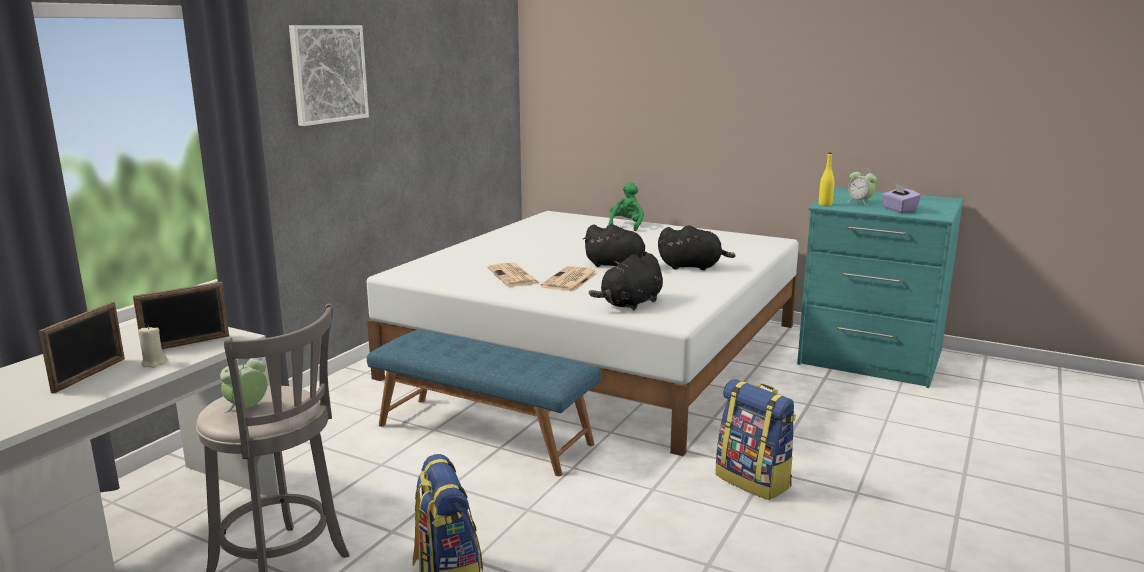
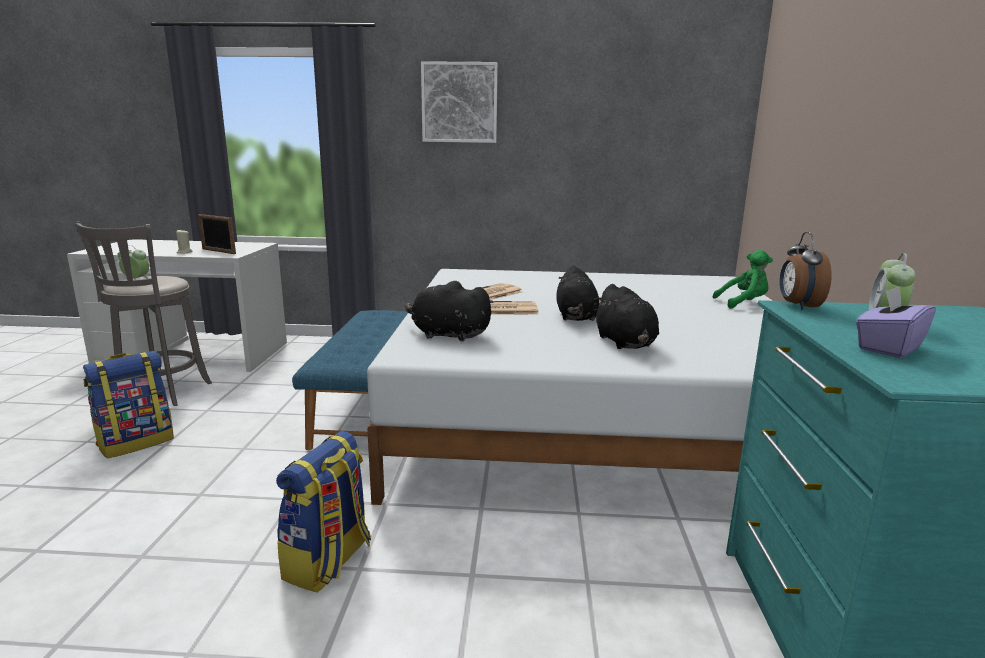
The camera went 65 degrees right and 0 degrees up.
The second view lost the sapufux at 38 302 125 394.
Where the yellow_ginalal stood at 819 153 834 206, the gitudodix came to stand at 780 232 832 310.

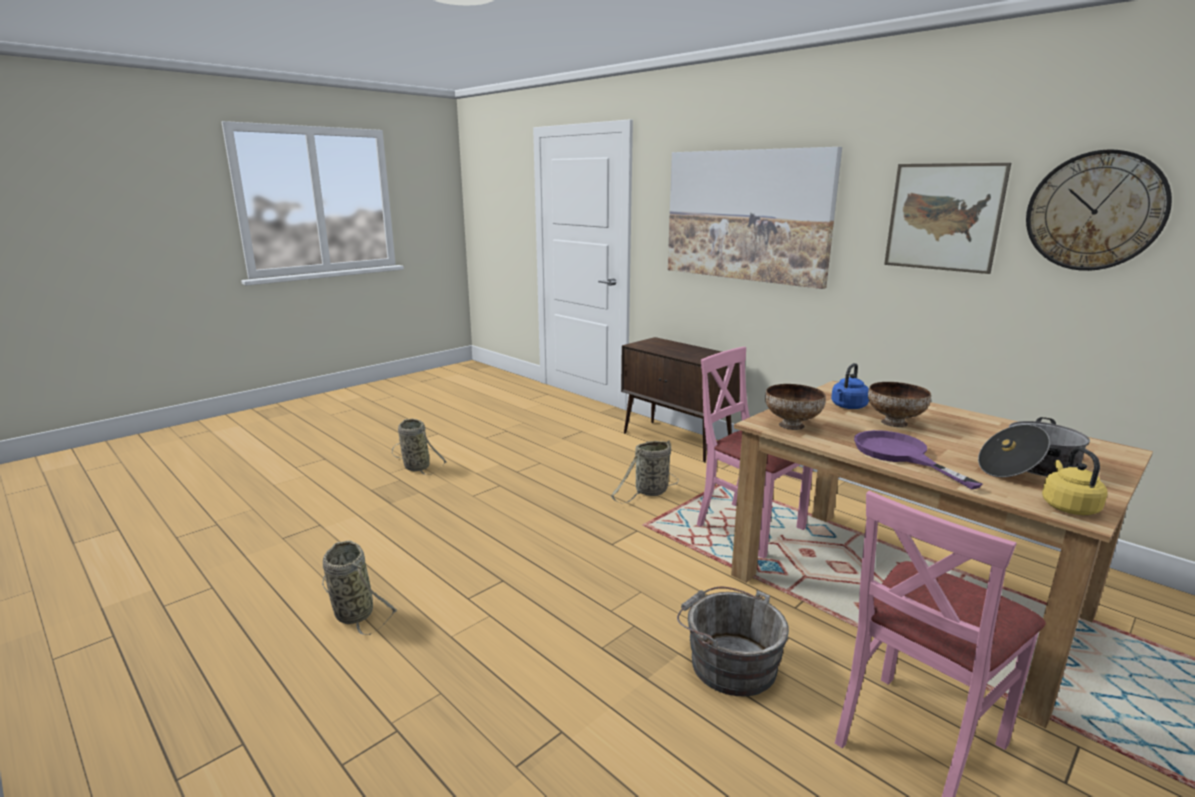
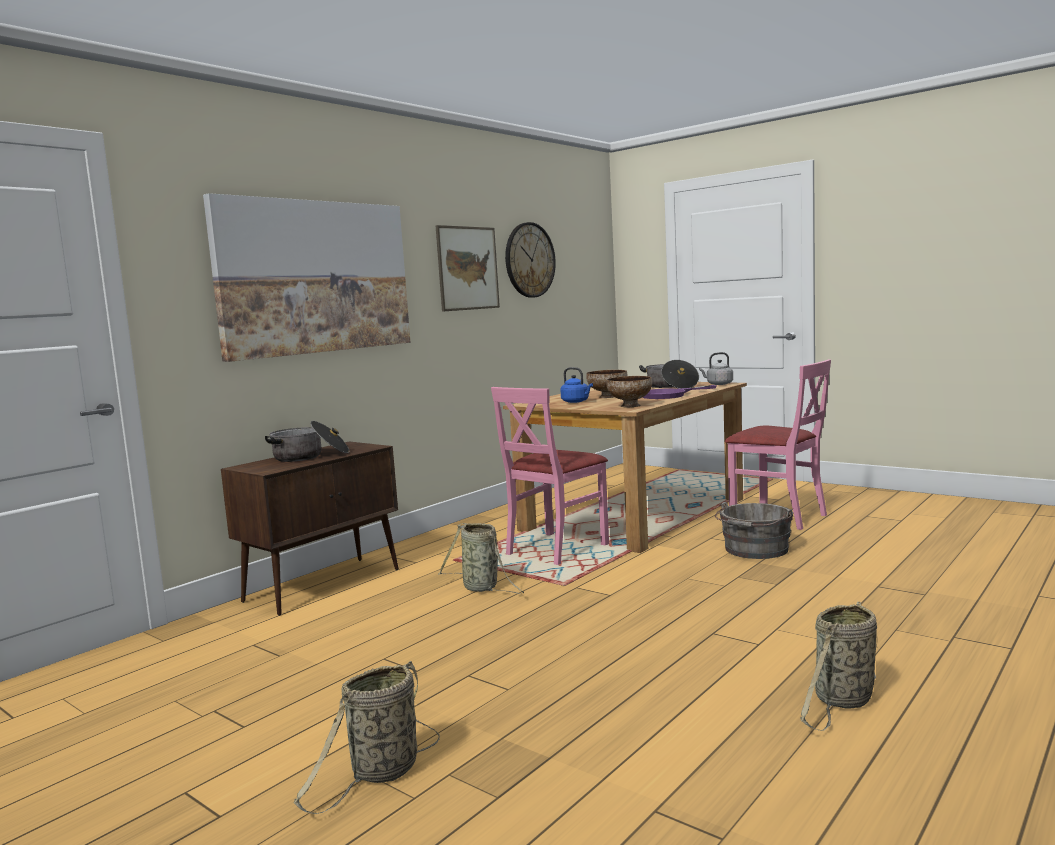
The camera went 95 degrees left and 10 degrees down.
The second view gained the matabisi at 265 421 349 462.
What was the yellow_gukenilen at 1042 447 1108 515 turned into the grey_gukenilen at 699 352 733 385.

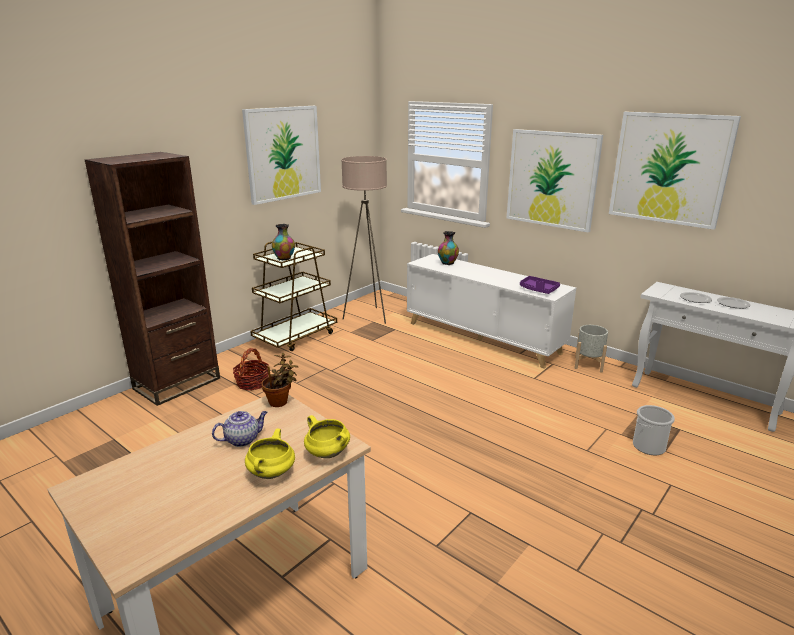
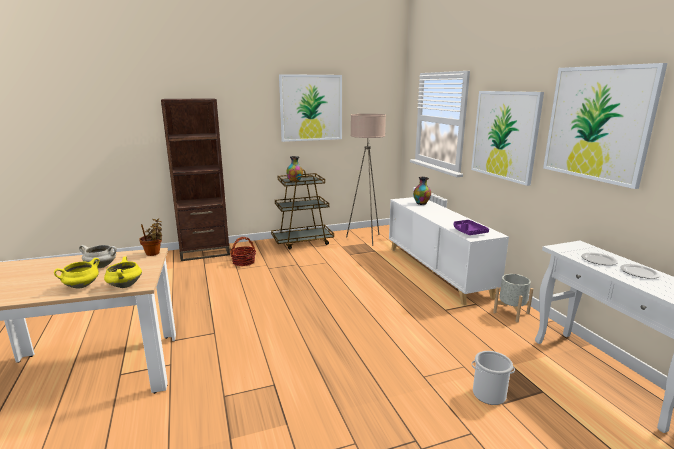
The camera went 30 degrees right and 5 degrees down.
Where the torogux stood at 212 411 268 447, the white_matabisi came to stand at 79 245 117 268.

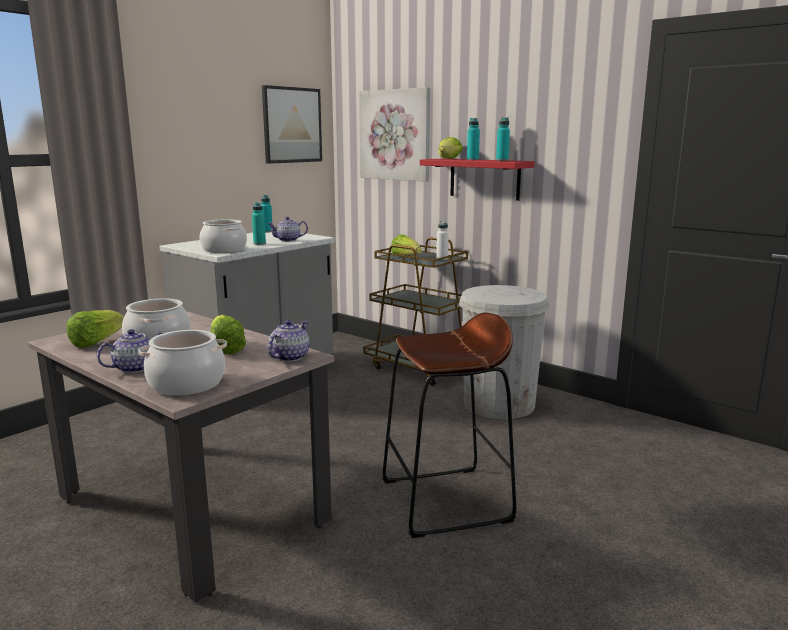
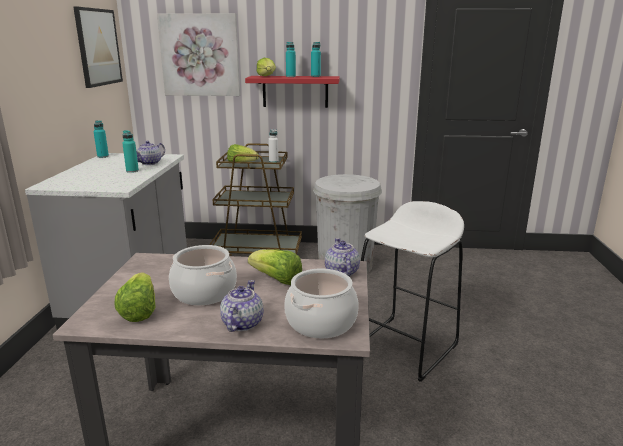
The camera went 35 degrees left and 5 degrees up.
The second view lost the matabisi at 200 220 247 253.
What was the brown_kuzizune at 382 312 516 538 turned into the white_kuzizune at 361 201 464 382.

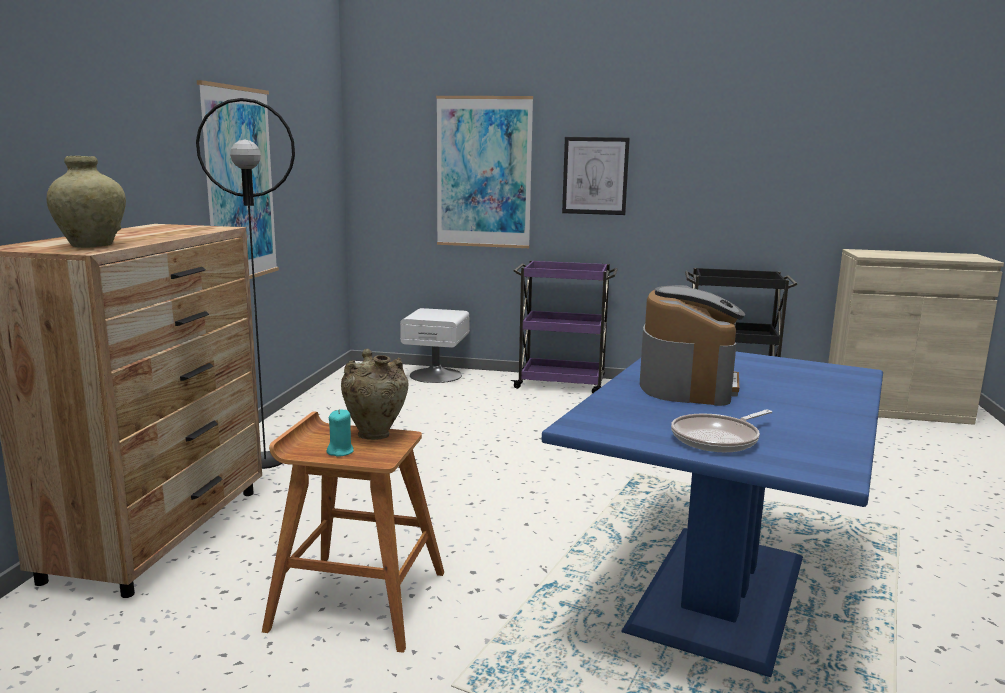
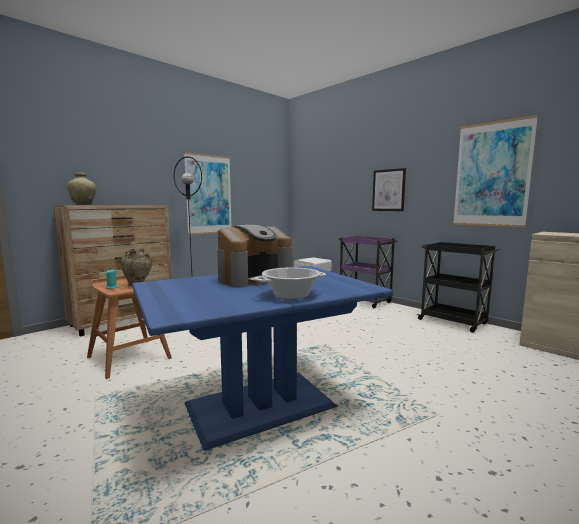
The camera went 35 degrees right and 5 degrees down.
The second view lost the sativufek at 671 410 772 452.
The second view gained the matabisi at 254 267 326 299.
The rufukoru ended up elsewhere, having gone from 436 96 533 248 to 453 115 538 227.

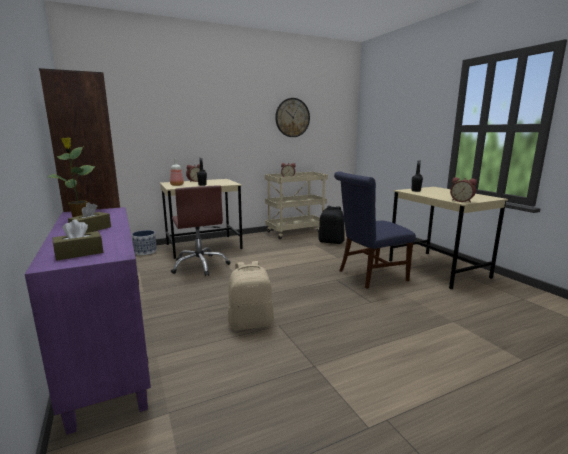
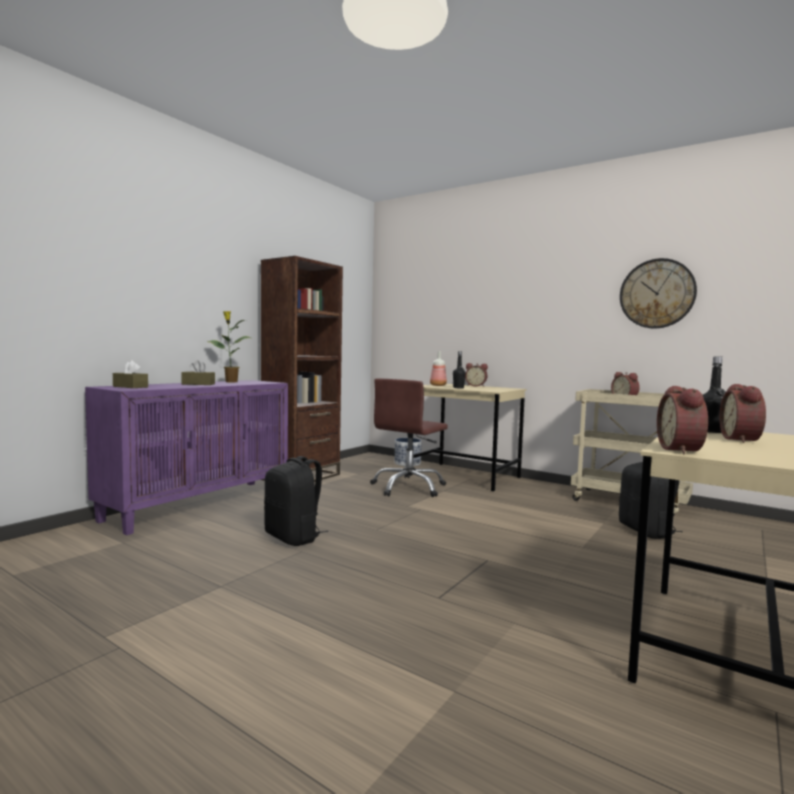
The camera went 60 degrees right and 10 degrees down.
The second view lost the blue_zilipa at 334 171 416 289.
The second view gained the gitudodix at 719 384 766 443.
What was the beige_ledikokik at 228 261 274 330 turned into the black_ledikokik at 264 456 328 546.

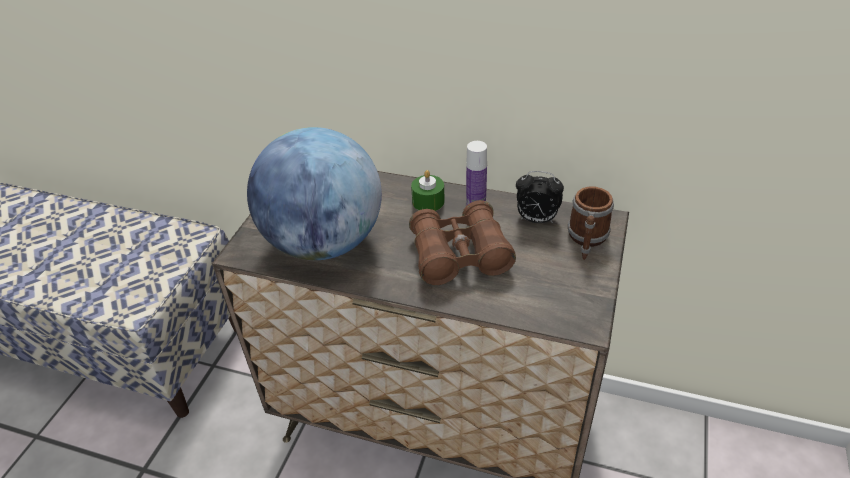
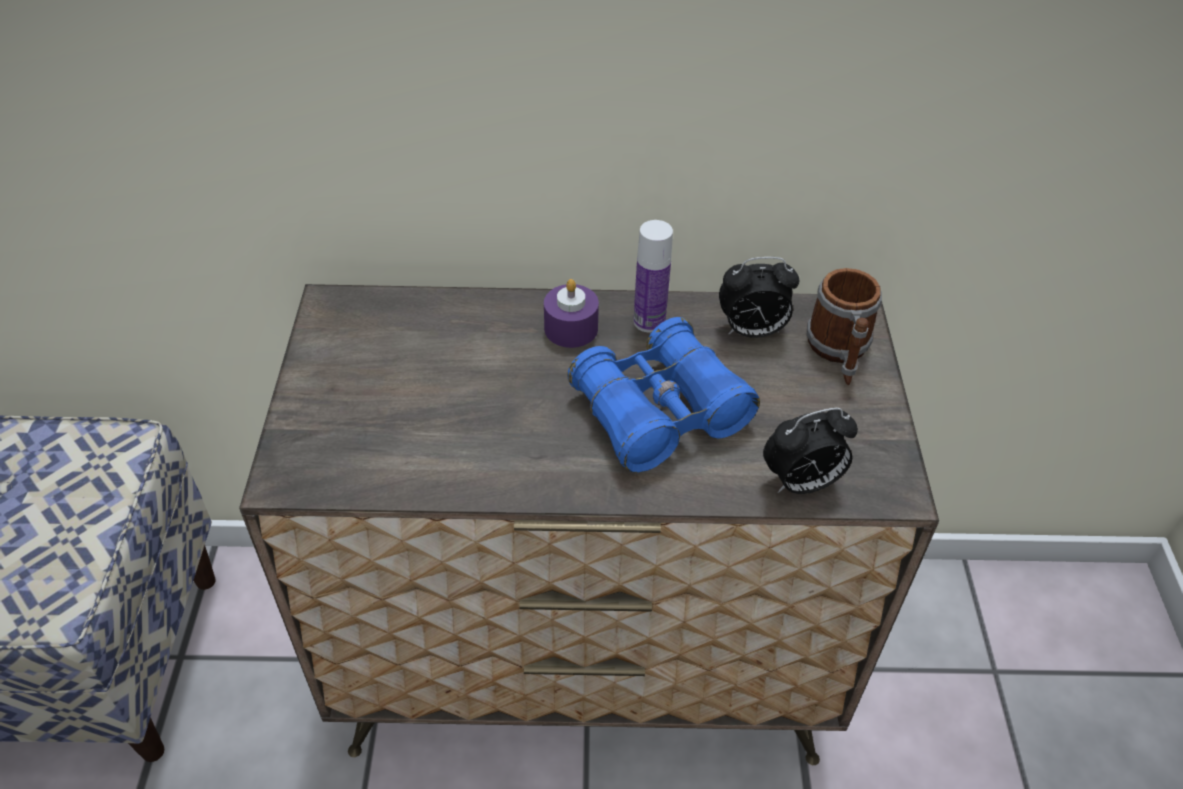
The camera went 20 degrees left and 5 degrees up.
The second view lost the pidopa at 247 127 382 260.
The second view gained the gitudodix at 763 408 858 494.
What was the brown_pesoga at 409 200 516 285 turned into the blue_pesoga at 567 317 760 473.
What was the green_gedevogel at 411 170 445 211 turned into the purple_gedevogel at 544 279 599 348.

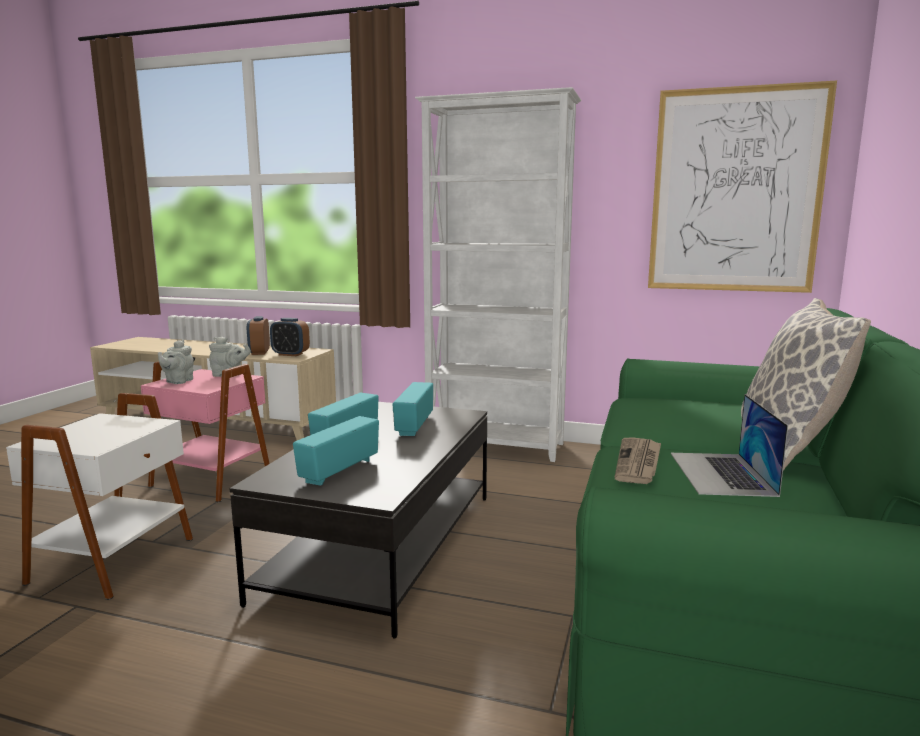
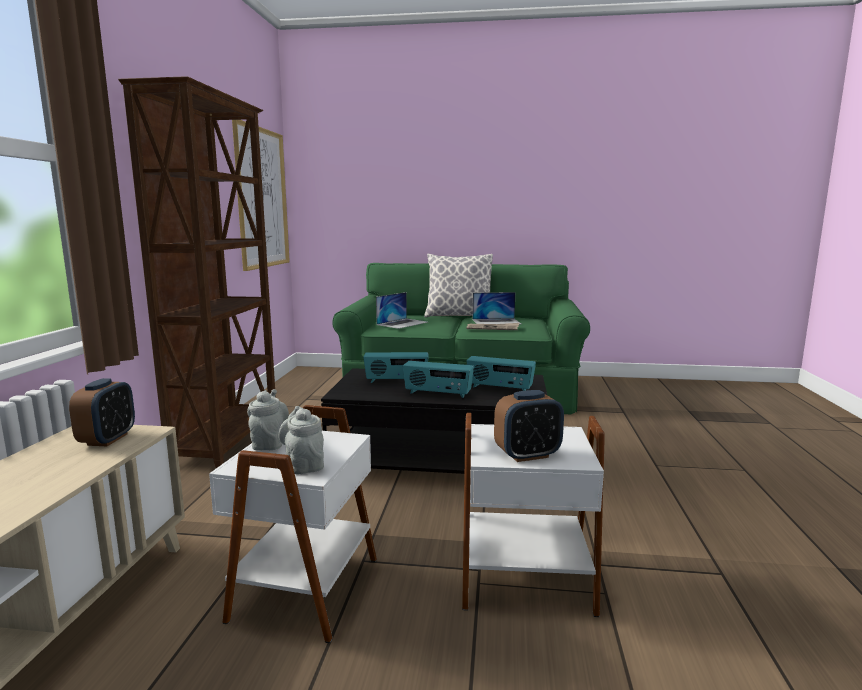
The camera went 100 degrees left and 0 degrees up.
The second view gained the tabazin at 376 292 427 329.
The gitudodix ended up elsewhere, having gone from 247 316 270 355 to 494 390 564 462.
What was the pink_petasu at 141 361 270 503 turned into the white_petasu at 209 405 377 643.
What was the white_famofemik at 415 87 581 462 turned into the brown_famofemik at 118 76 276 468.
The grey_torogux at 157 340 194 384 ended up facing another way, 120 degrees counterclockwise from before.

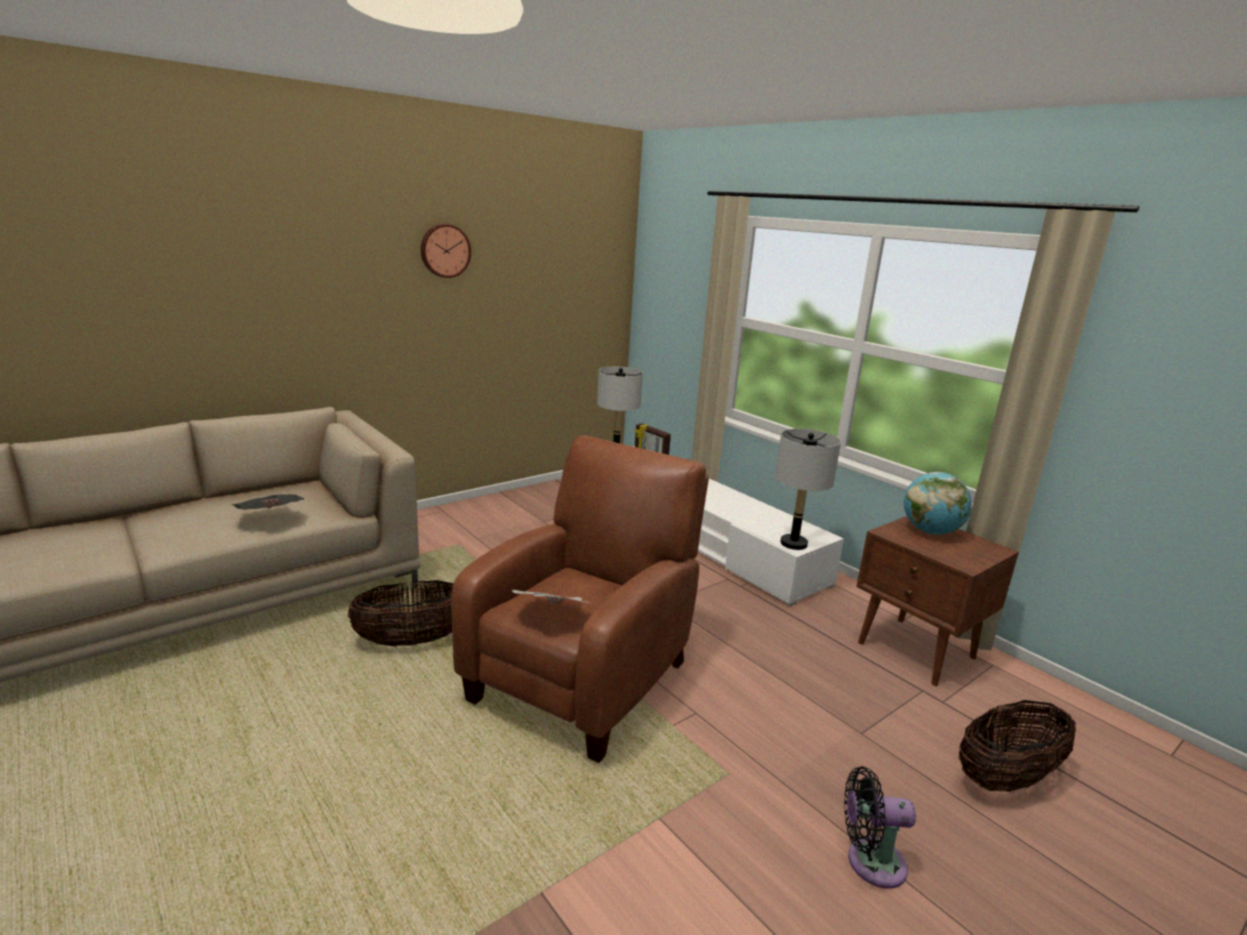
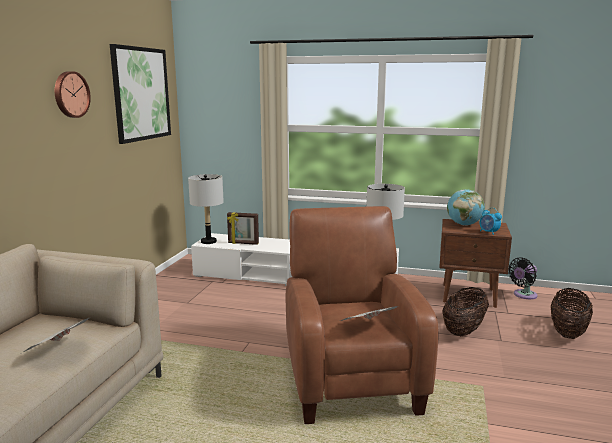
The camera went 35 degrees left and 5 degrees down.
The second view gained the rufukoru at 110 44 171 144.
The second view gained the gitudodix at 480 208 502 235.
The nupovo ended up elsewhere, having gone from 347 580 453 646 to 442 287 489 336.
The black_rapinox ended up elsewhere, having gone from 844 766 916 889 to 508 257 537 299.

